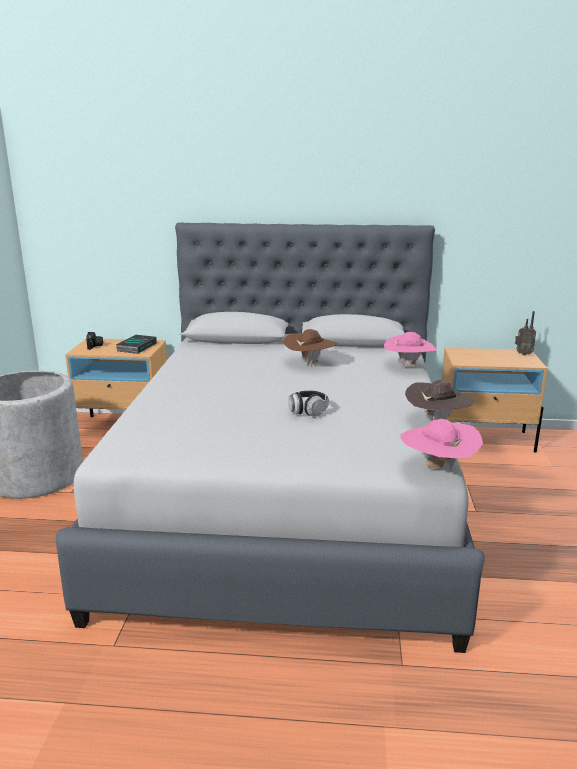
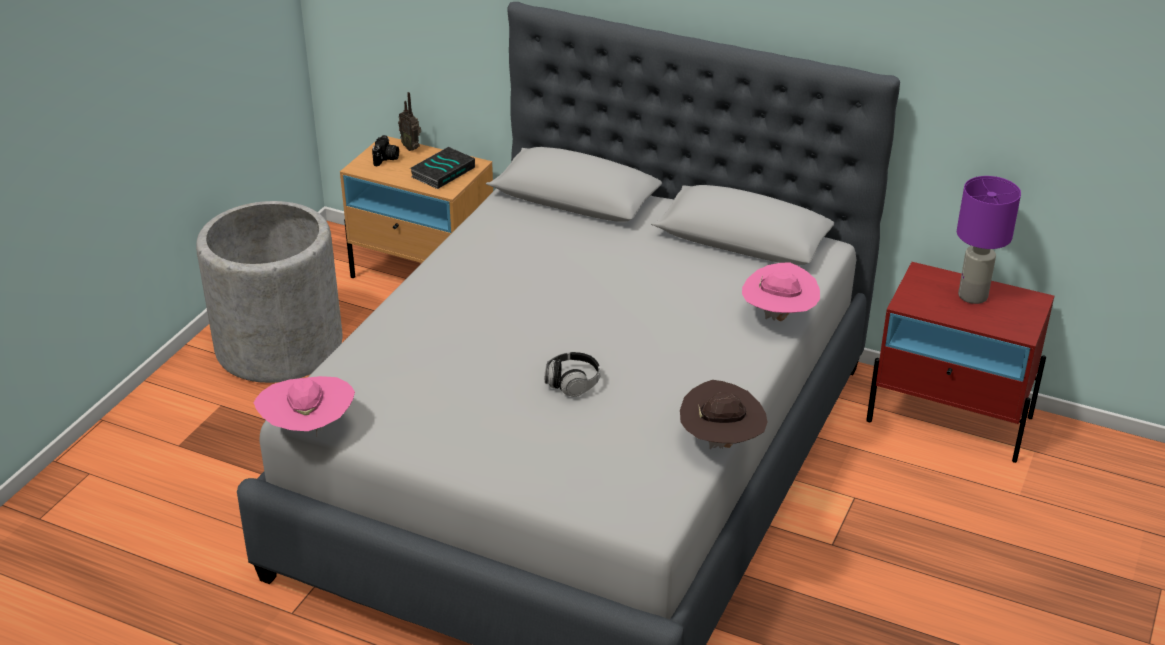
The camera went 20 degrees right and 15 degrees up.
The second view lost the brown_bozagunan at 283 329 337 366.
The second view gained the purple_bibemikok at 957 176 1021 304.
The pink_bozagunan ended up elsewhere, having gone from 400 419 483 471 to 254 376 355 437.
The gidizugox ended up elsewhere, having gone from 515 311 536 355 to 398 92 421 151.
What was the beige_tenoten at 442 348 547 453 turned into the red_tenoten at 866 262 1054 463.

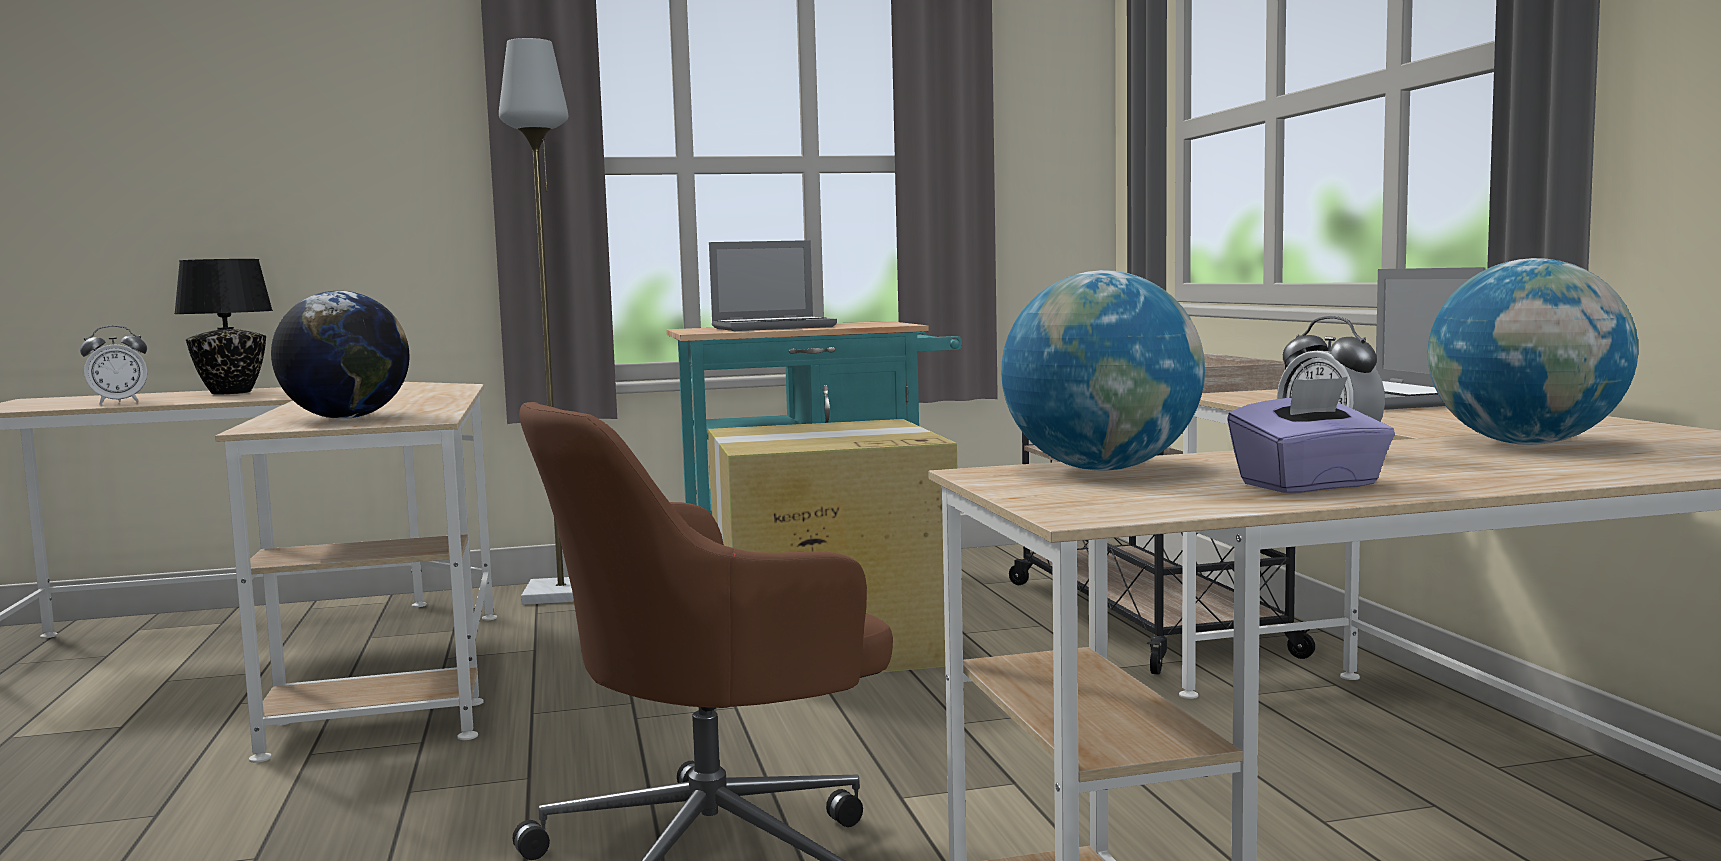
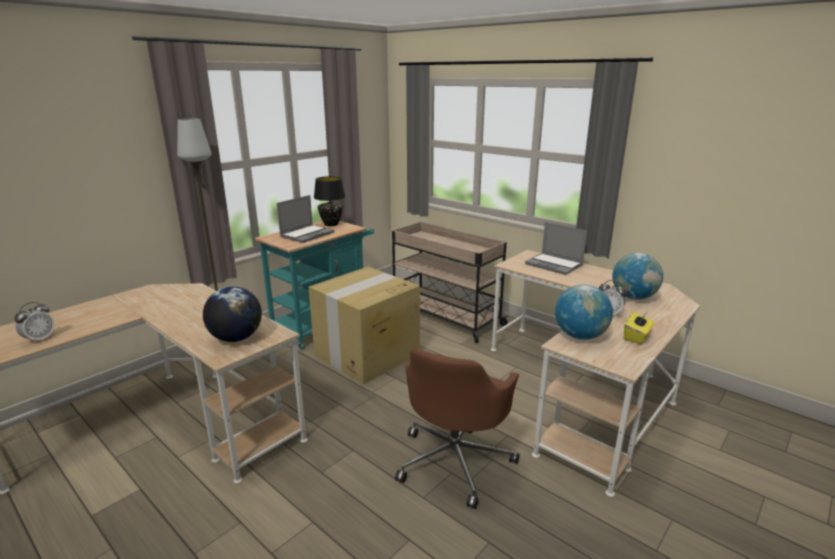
The camera went 35 degrees left and 15 degrees up.
The black_bibemikok ended up elsewhere, having gone from 174 259 273 394 to 314 176 345 226.
What was the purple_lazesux at 1227 377 1395 493 turned into the yellow_lazesux at 624 312 654 344.

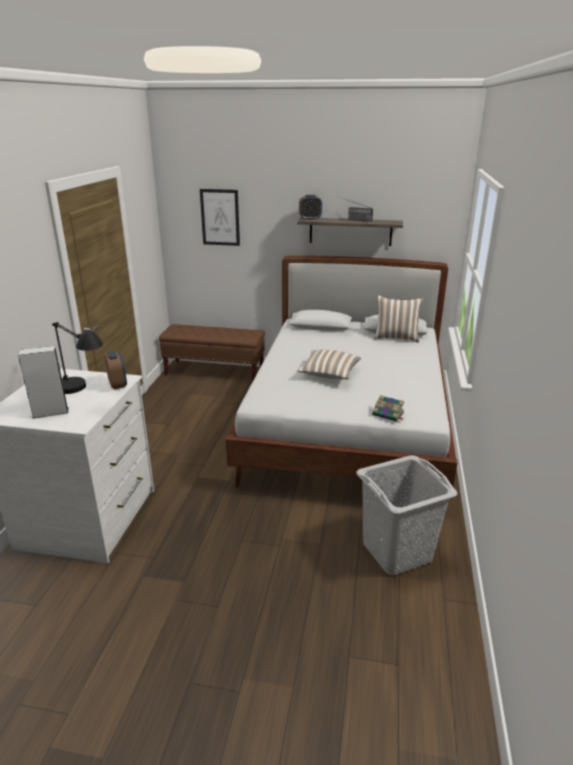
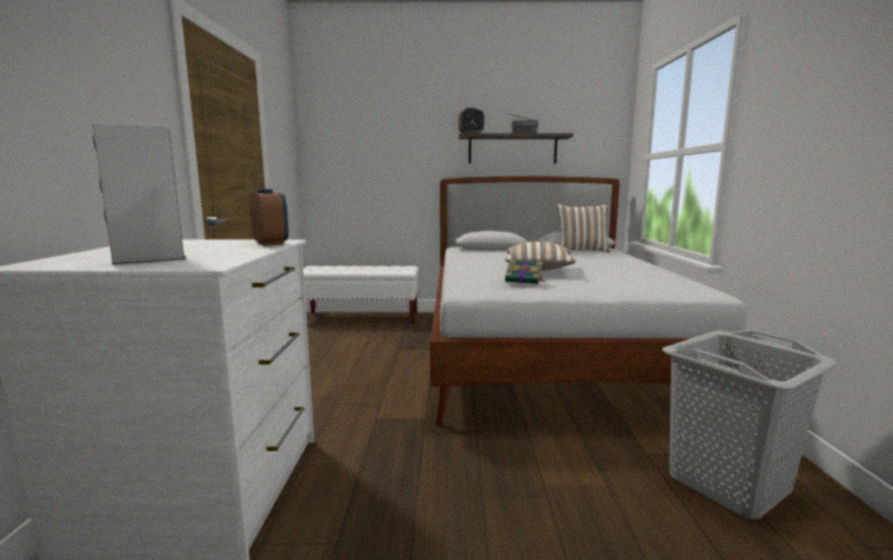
The camera went 10 degrees left and 15 degrees down.
The second view lost the black_bibemikok at 52 322 103 394.
The second view lost the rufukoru at 200 189 240 246.
The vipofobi ended up elsewhere, having gone from 372 395 405 422 to 505 260 545 284.
What was the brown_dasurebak at 159 324 265 380 turned into the white_dasurebak at 303 266 419 324.

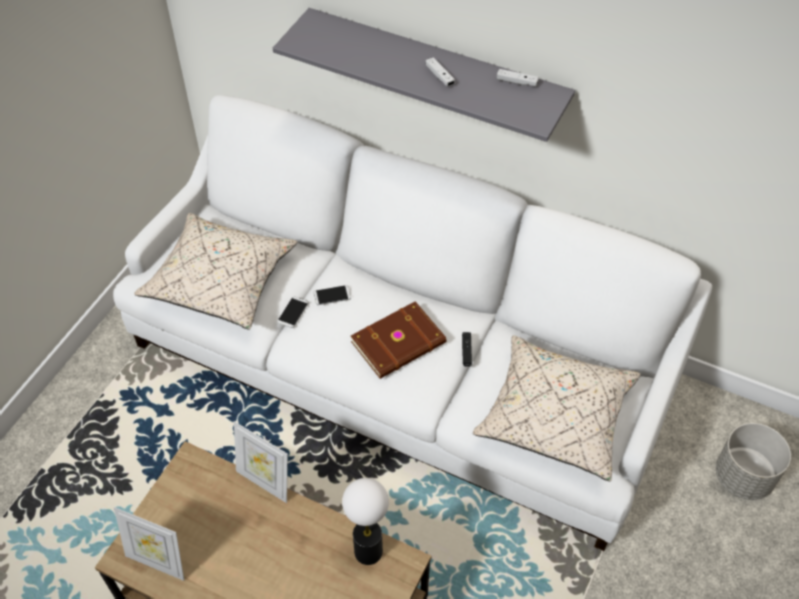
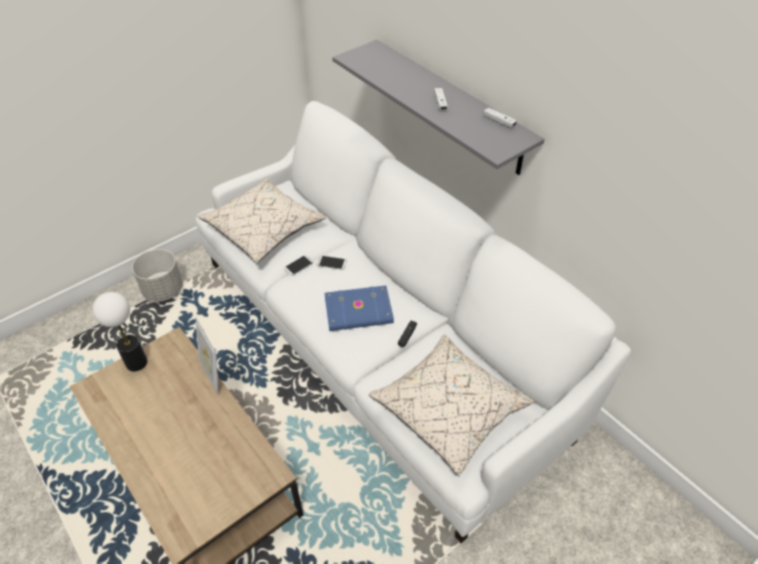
The camera went 25 degrees right and 5 degrees down.
The second view lost the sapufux at 114 507 184 581.
The bibemikok ended up elsewhere, having gone from 342 478 389 565 to 92 292 147 372.
The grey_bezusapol ended up elsewhere, having gone from 716 423 791 500 to 132 249 183 302.
What was the brown_vipofobi at 351 301 446 379 turned into the blue_vipofobi at 324 285 394 331.

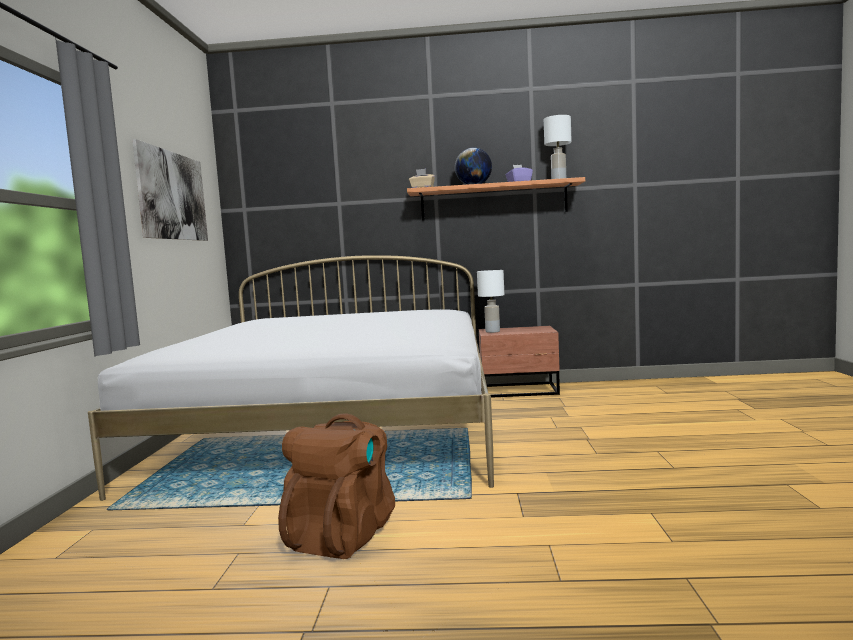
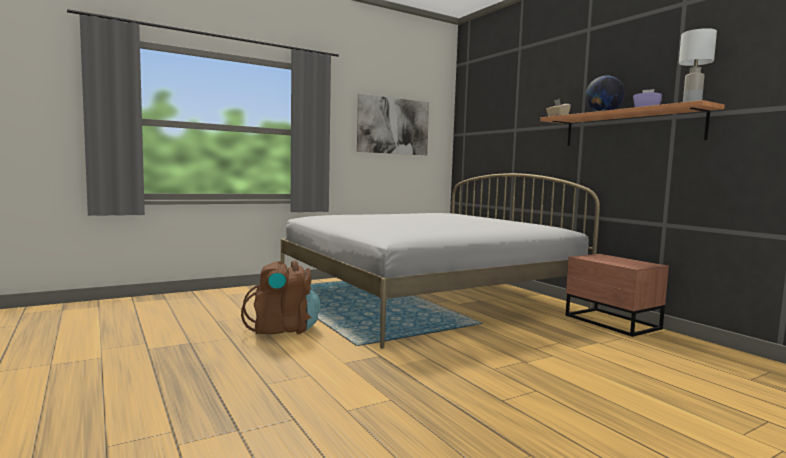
The camera went 55 degrees right and 0 degrees up.
The second view lost the white_bibemikok at 477 270 504 333.

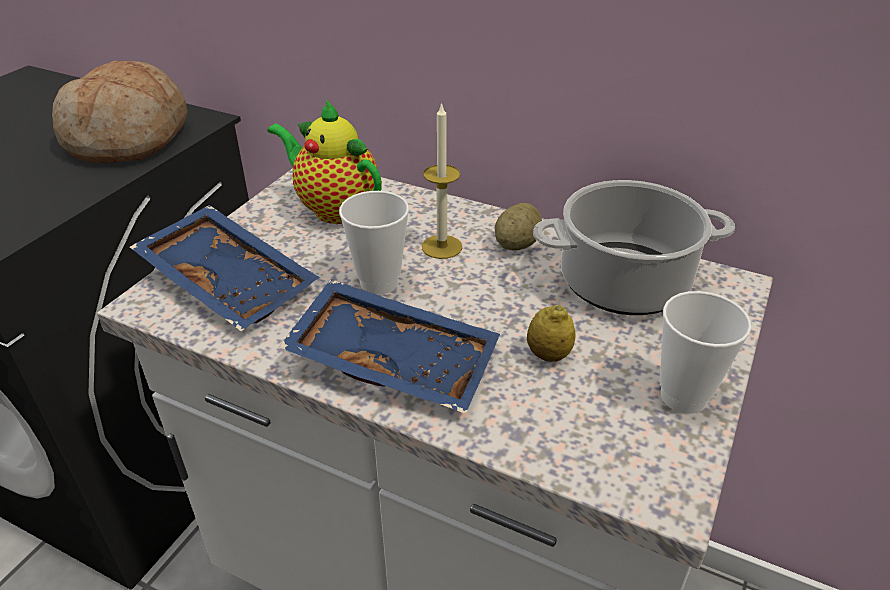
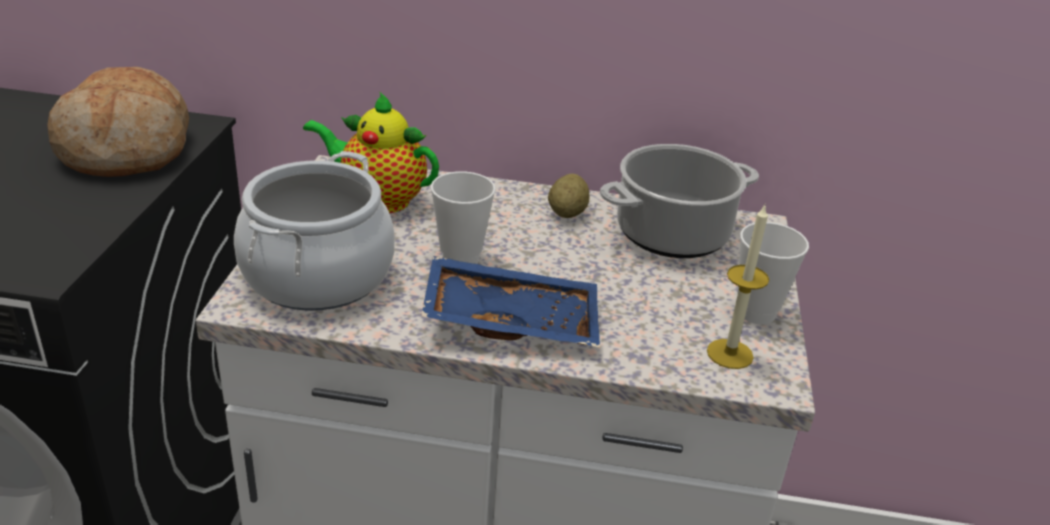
The camera went 20 degrees left and 5 degrees down.
The second view lost the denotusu at 527 305 575 362.
The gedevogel ended up elsewhere, having gone from 422 102 462 259 to 707 205 769 369.
Where the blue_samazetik stood at 130 205 319 331, the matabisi came to stand at 234 151 395 311.

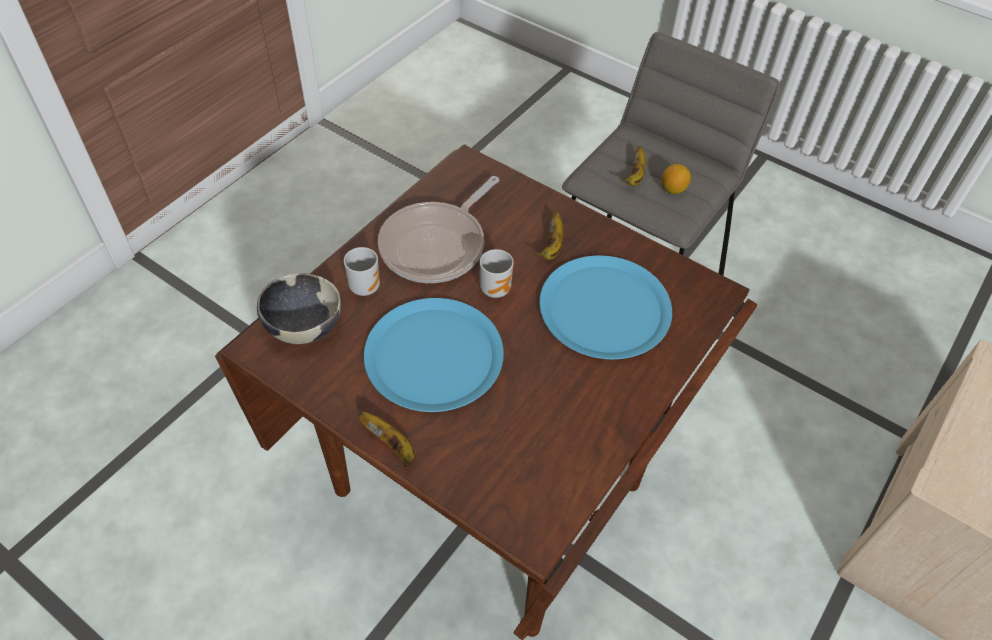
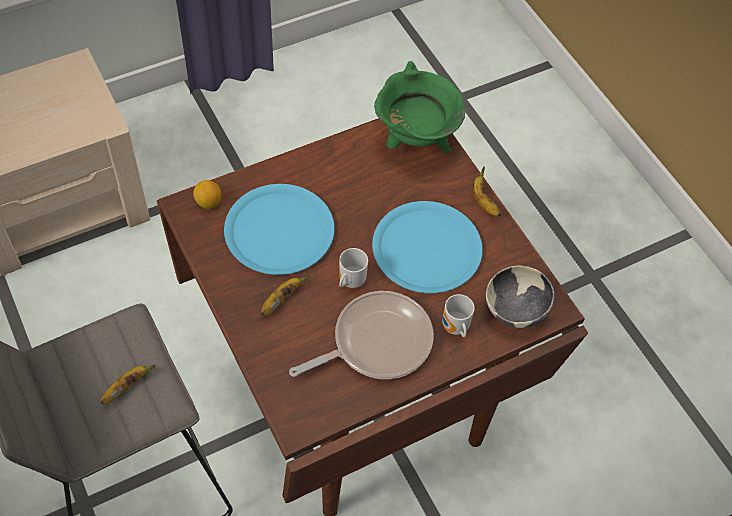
The camera went 155 degrees left and 5 degrees up.
The second view gained the green_matabisi at 374 61 465 154.
The denotusu ended up elsewhere, having gone from 662 164 691 194 to 193 180 221 209.

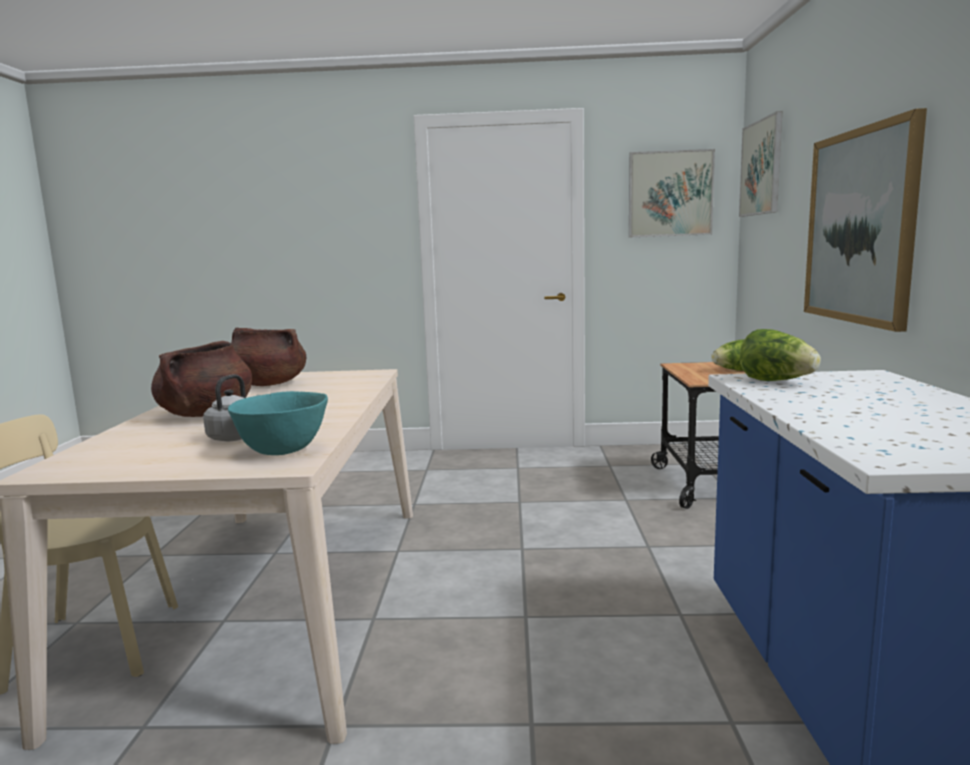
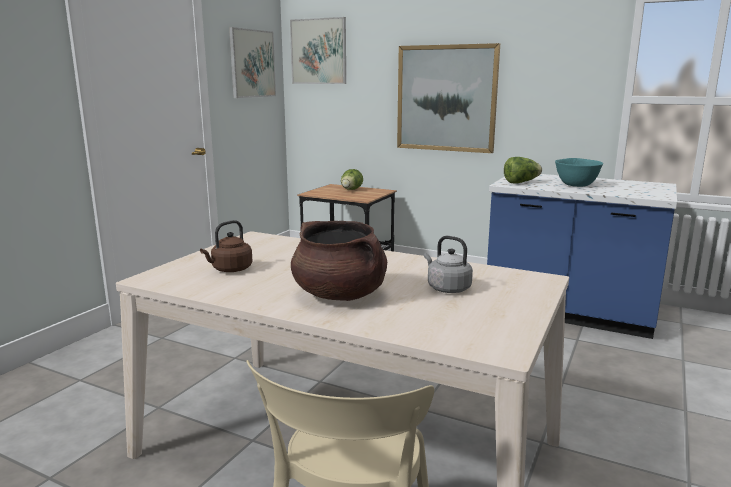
The camera went 65 degrees left and 5 degrees up.
The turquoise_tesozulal ended up elsewhere, having gone from 228 391 328 455 to 555 158 603 187.
Where the brown_matabisi stood at 231 328 306 386, the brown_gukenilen came to stand at 200 220 253 272.

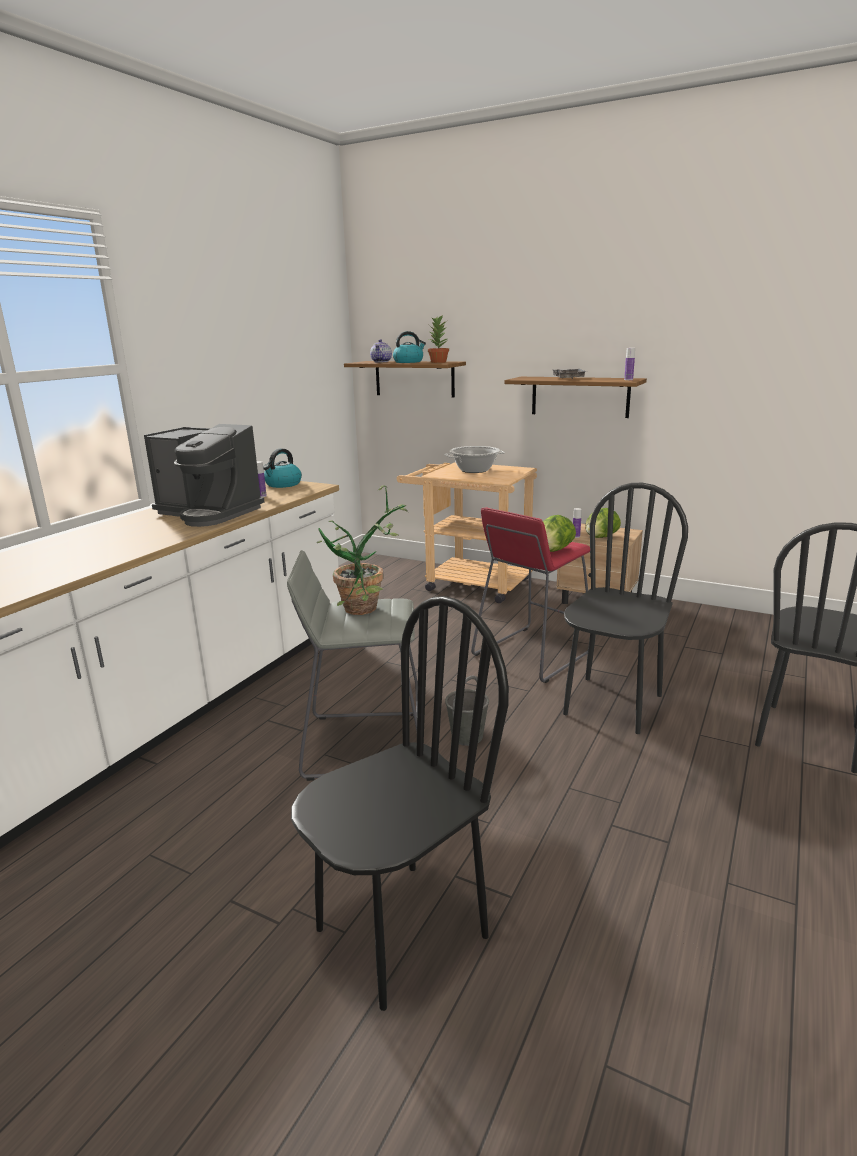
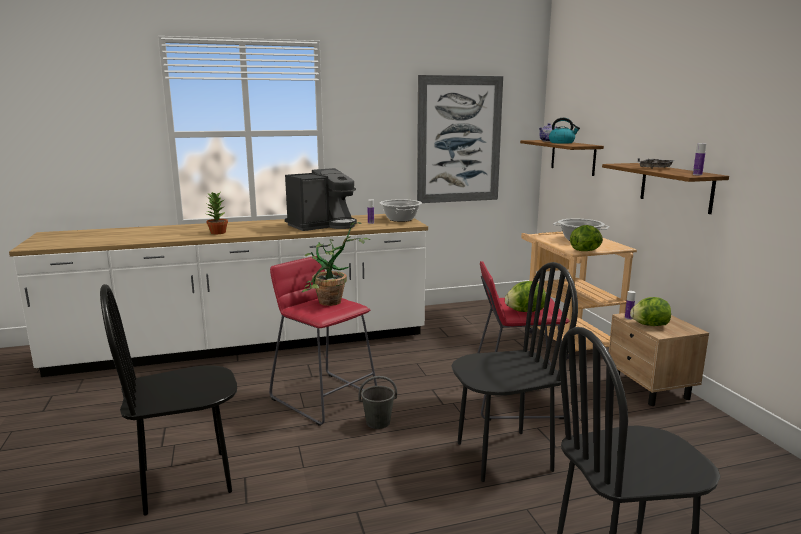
The camera went 45 degrees right and 5 degrees down.
The second view gained the rufukoru at 417 75 503 203.
The second view gained the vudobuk at 570 225 603 251.
The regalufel ended up elsewhere, having gone from 428 314 449 363 to 206 192 228 234.
Where the gukenilen stood at 263 448 302 488, the matabisi came to stand at 380 199 422 222.
What was the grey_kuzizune at 287 550 418 781 turned into the red_kuzizune at 269 256 377 426.
The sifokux at 144 424 265 527 ended up facing another way, 105 degrees counterclockwise from before.
The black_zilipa at 291 596 509 1011 ended up facing another way, 150 degrees clockwise from before.

